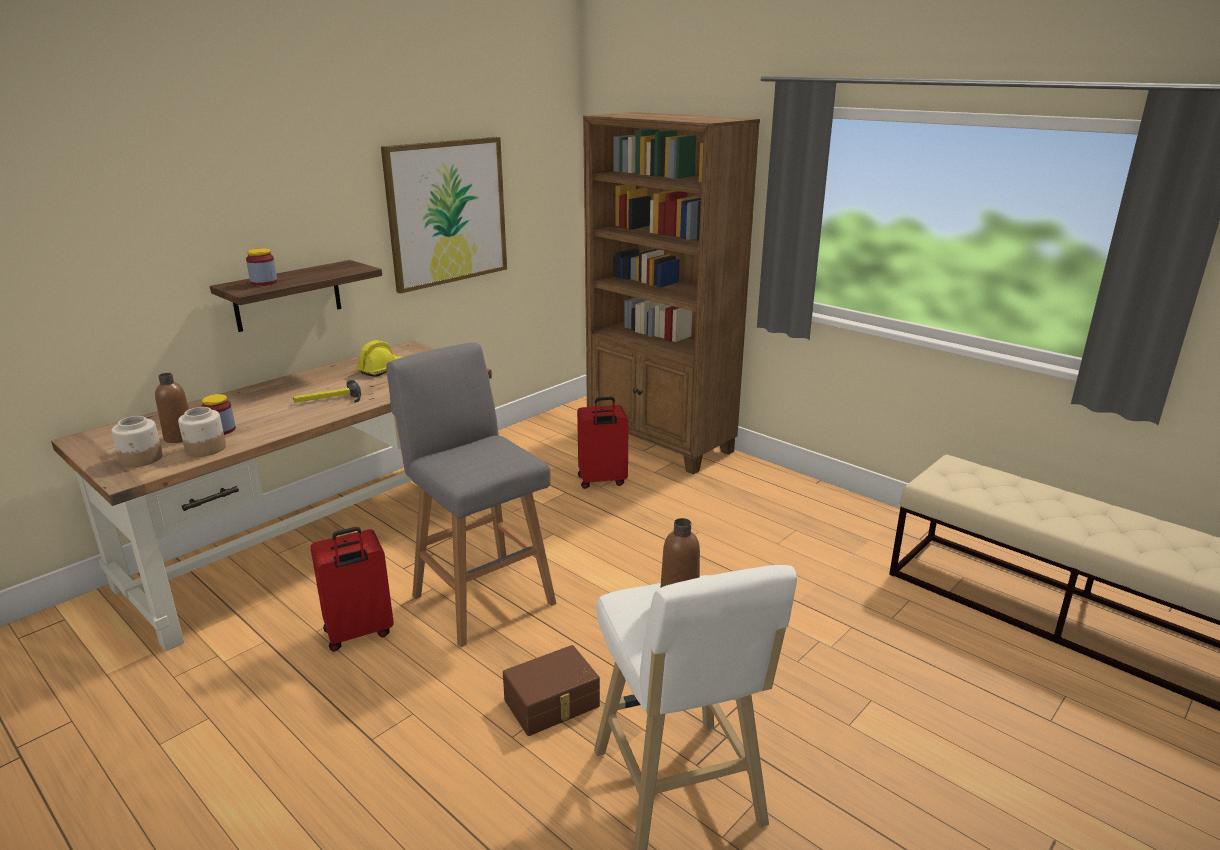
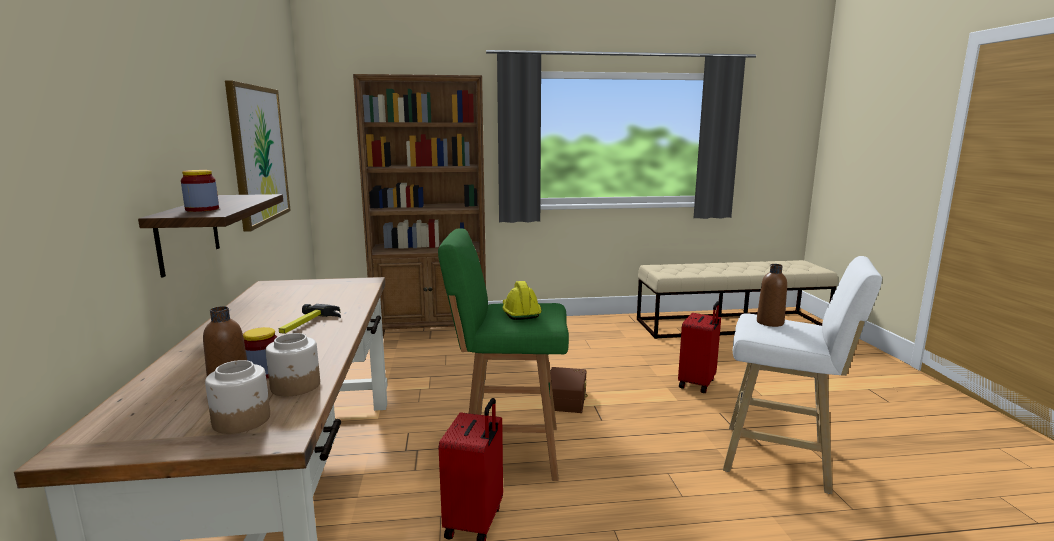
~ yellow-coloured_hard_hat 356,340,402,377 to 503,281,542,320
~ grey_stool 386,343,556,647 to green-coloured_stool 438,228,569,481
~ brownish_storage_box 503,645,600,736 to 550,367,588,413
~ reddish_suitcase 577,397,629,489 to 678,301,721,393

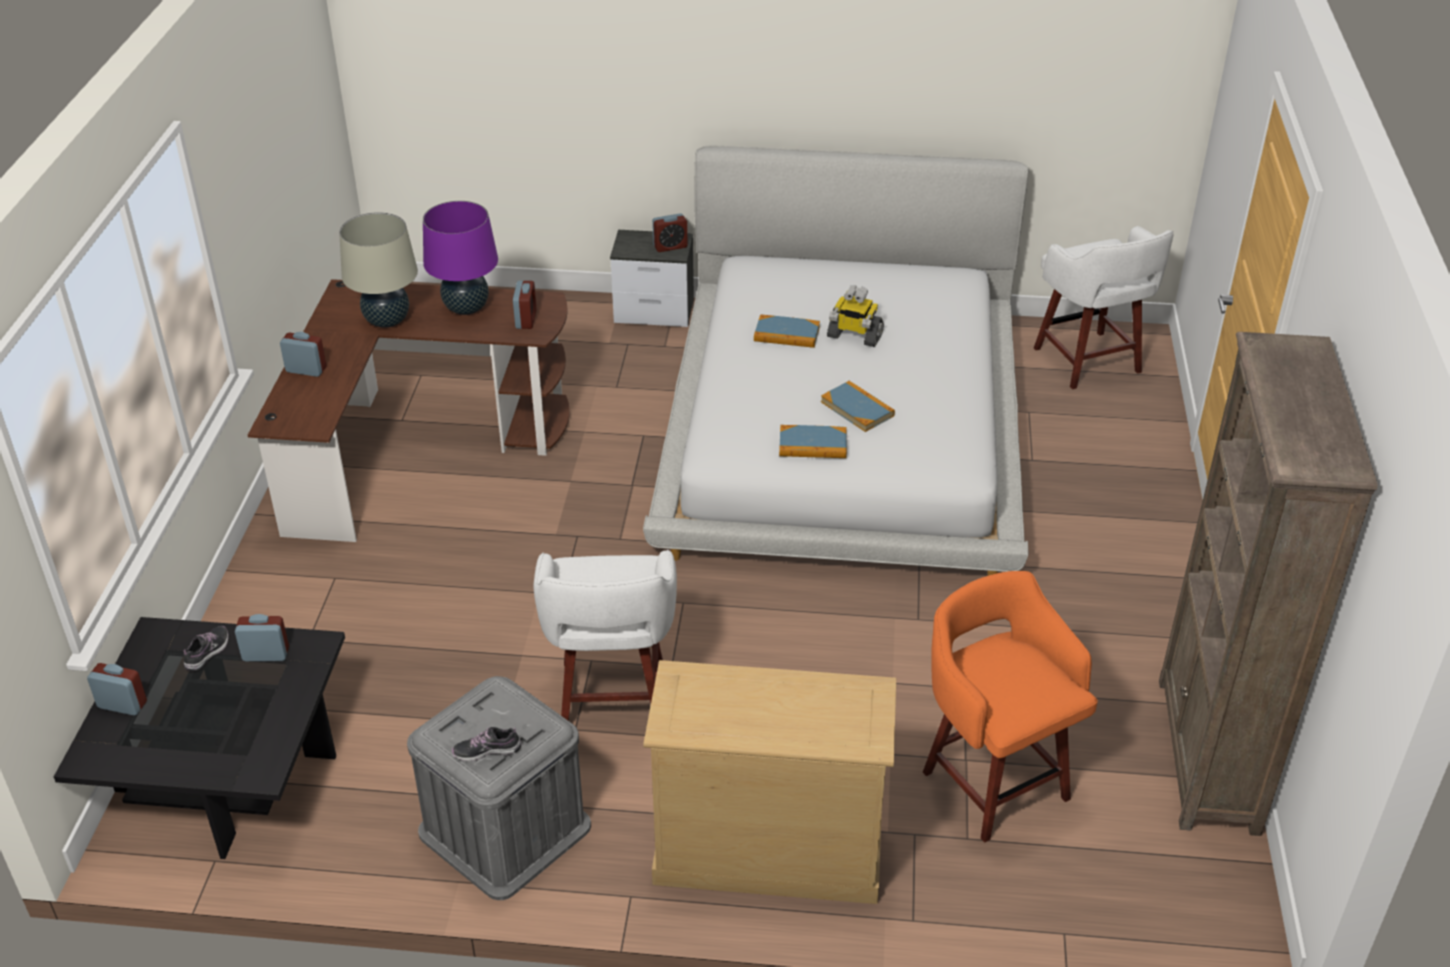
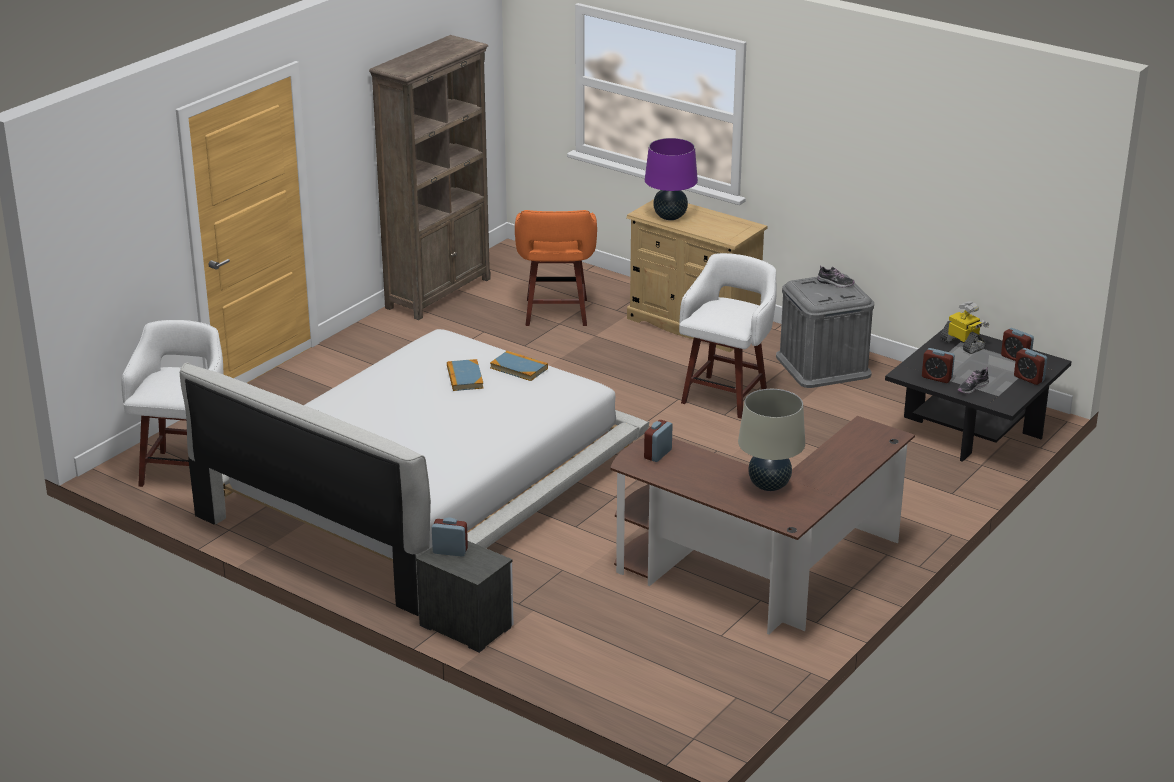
~ bedside_clock 280,332,326,377 to 1001,328,1034,361
~ purplish_lamp_for_a_table 423,201,498,315 to 645,138,698,220
- book 754,314,820,348
~ toy_robot 827,285,884,347 to 940,301,989,354

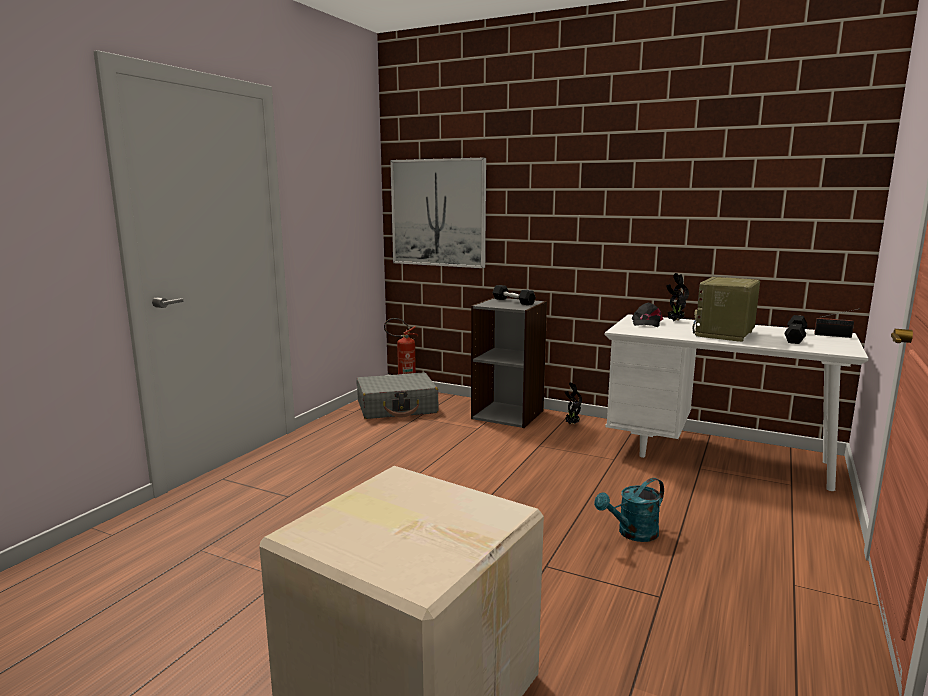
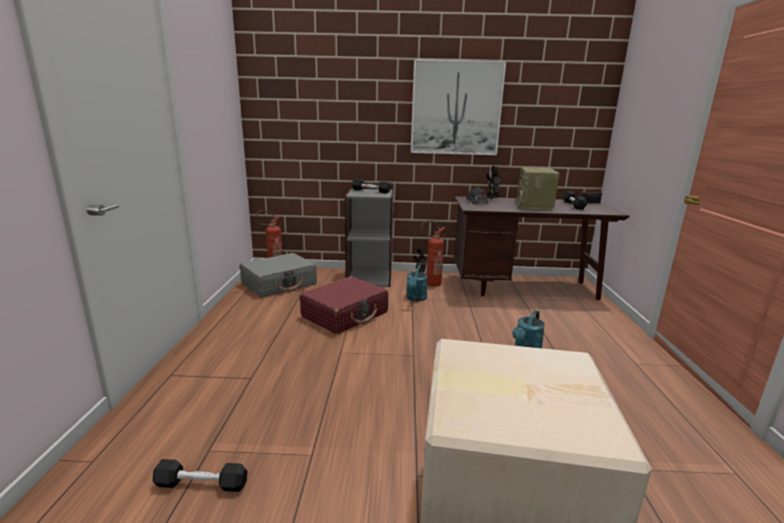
~ wall_picture 390,158,486,268 to 411,59,506,155
~ white_desk 604,314,868,491 to brownish_desk 454,196,629,300
+ black_hand_weight 153,459,248,492
+ reddish_suitcase 300,276,388,334
+ blue-green_watering_can 406,266,428,301
+ fire_extinguisher 420,221,446,287

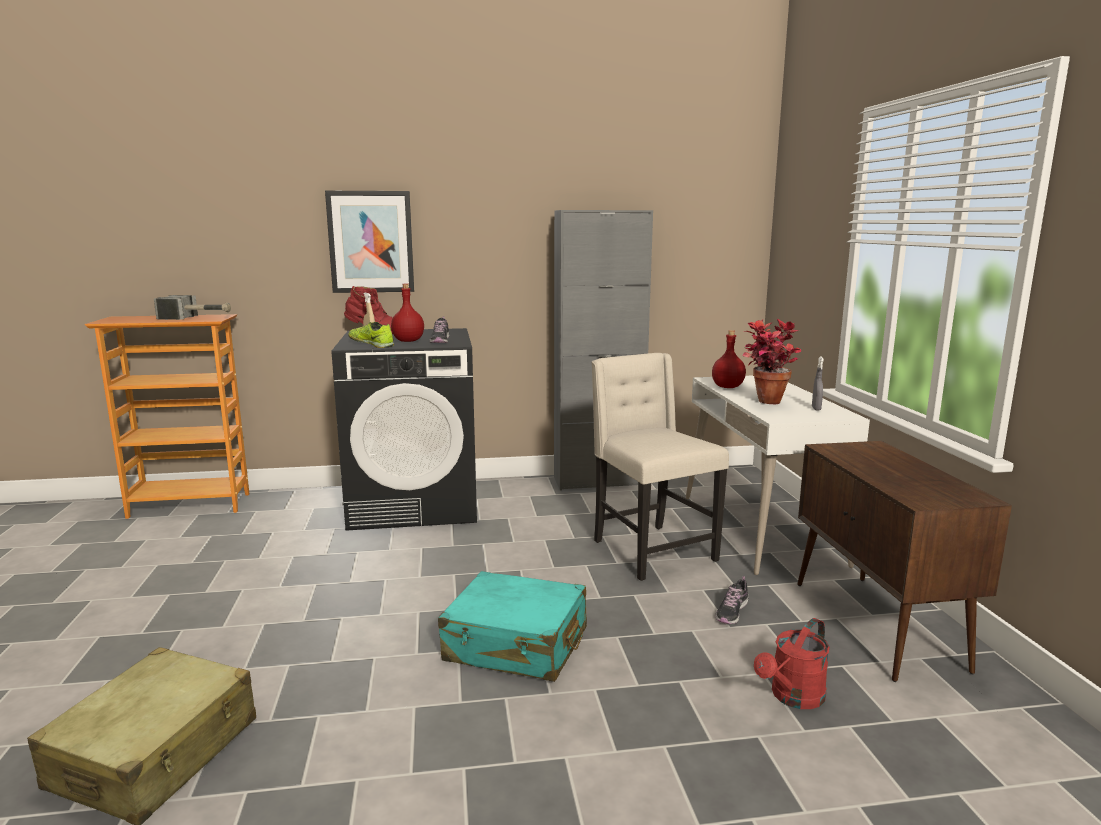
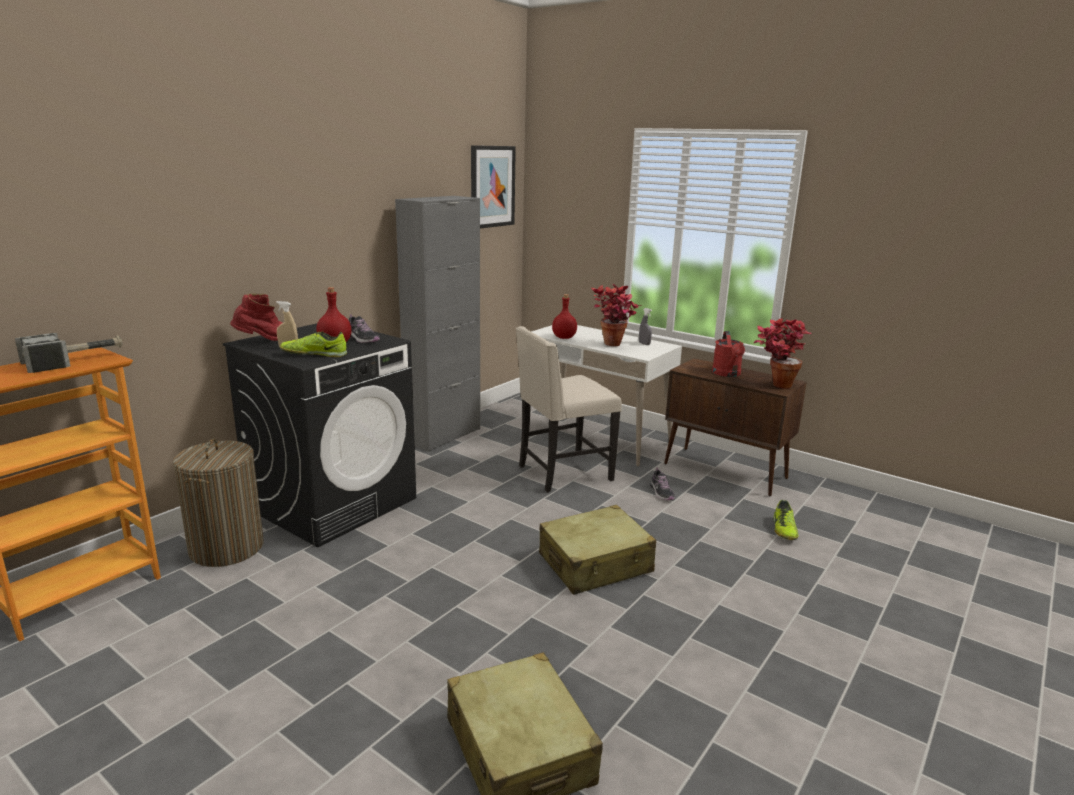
~ wall_picture 325,191,414,293 to 471,145,516,228
~ blue-green_suitcase 438,571,587,682 to sand-coloured_suitcase 539,505,656,595
~ sand-coloured_upright_chair 591,353,729,581 = 516,326,622,492 45 degrees counterclockwise
~ reddish_watering_can 754,618,830,709 to 712,331,745,377
+ washing_basket 173,438,264,567
+ potted_plant 754,318,812,389
+ item_of_footwear 773,500,798,540

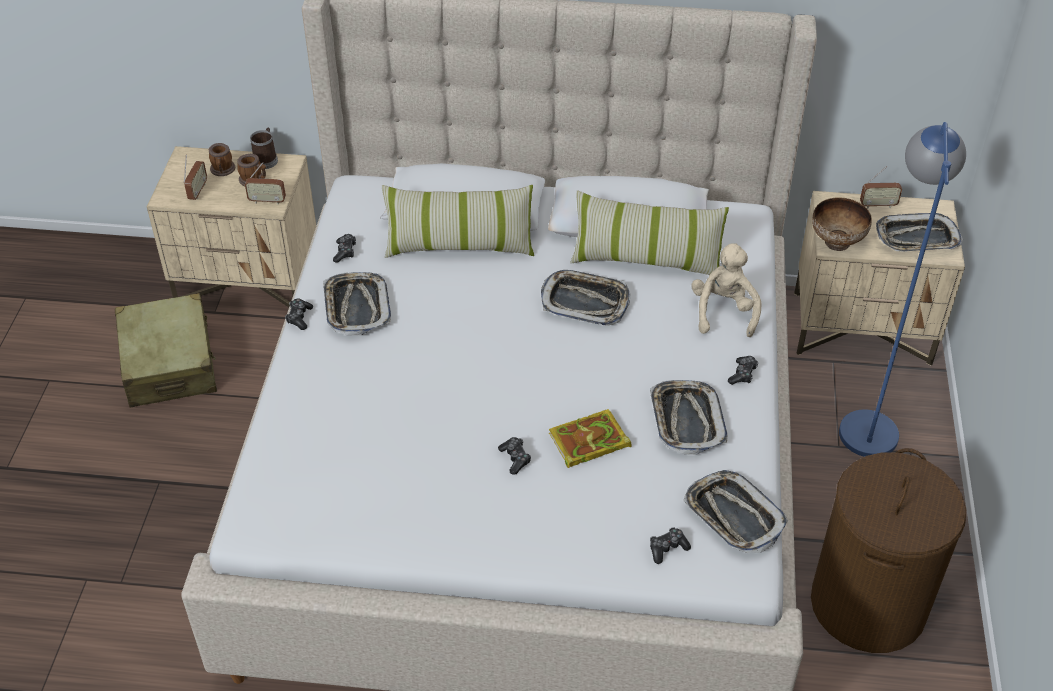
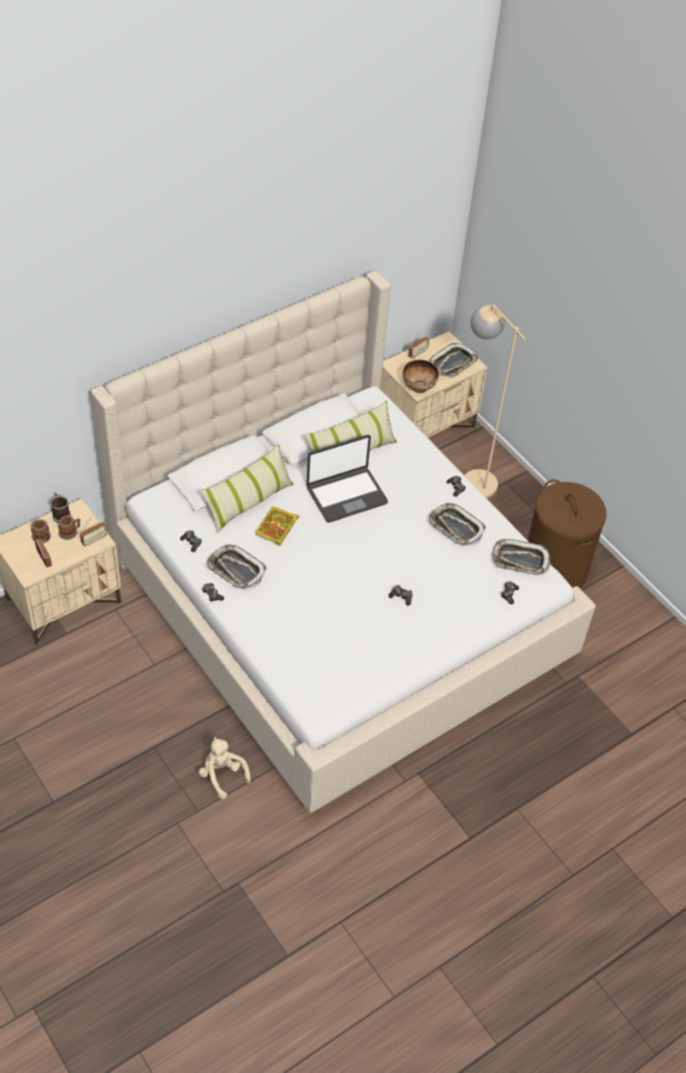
- sand-coloured_suitcase 115,293,217,407
~ tray 541,270,630,326 to laptop 306,435,388,522
~ book 549,409,632,468 to 255,506,299,546
~ sand-coloured_soft_toy 691,243,761,337 to 198,737,251,799
~ blue-coloured_floor_lamp 839,122,966,457 to sand-coloured_floor_lamp 464,304,526,498

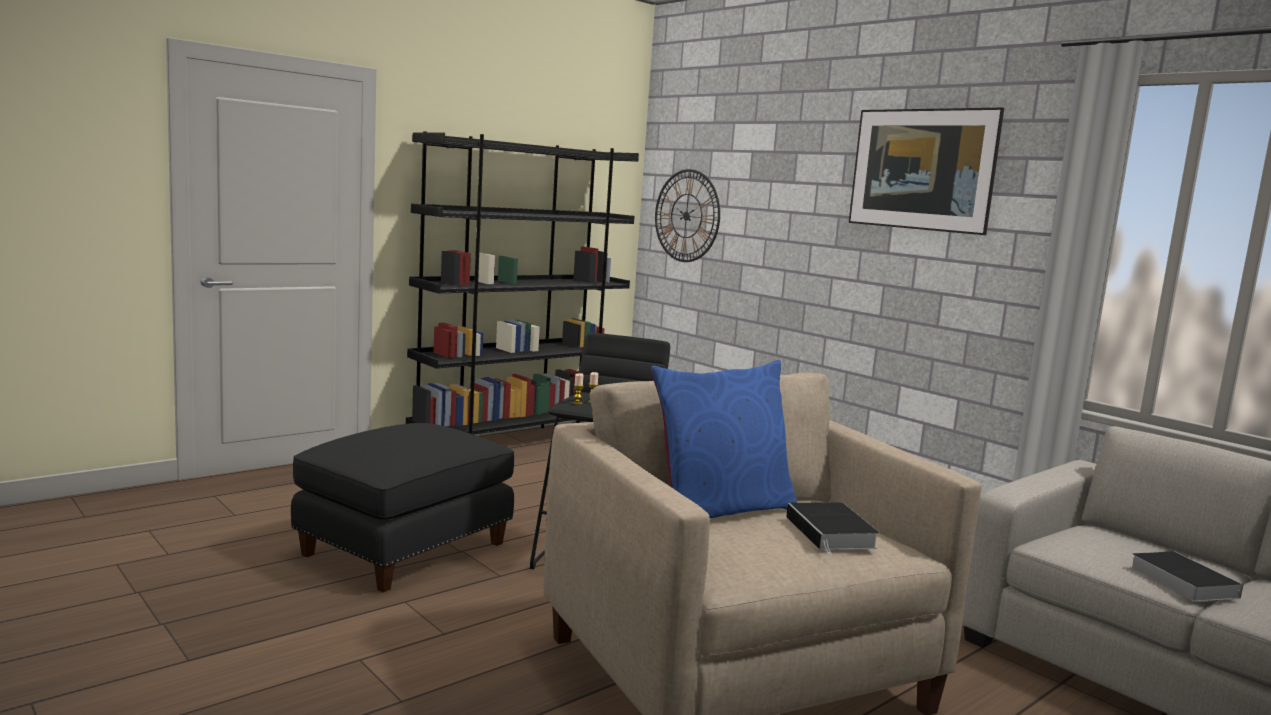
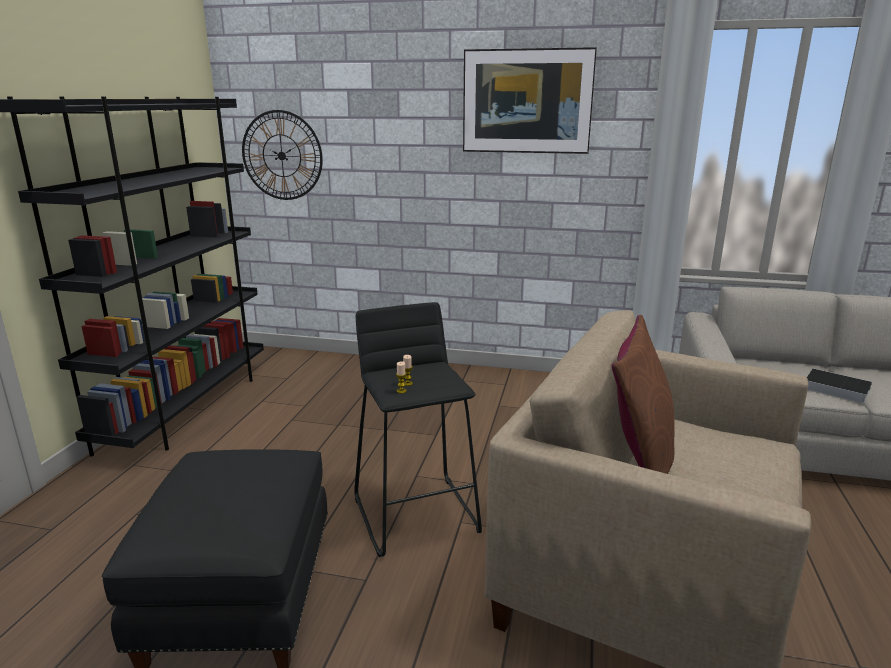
~ blue-coloured_cushion 650,360,797,518 to brownish_cushion 612,315,675,474
- book 786,502,879,557

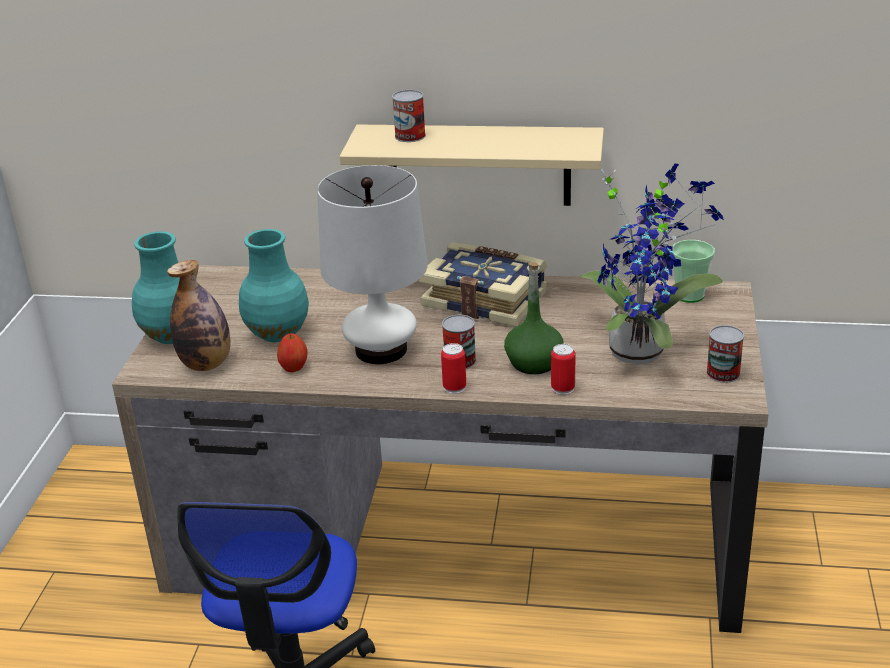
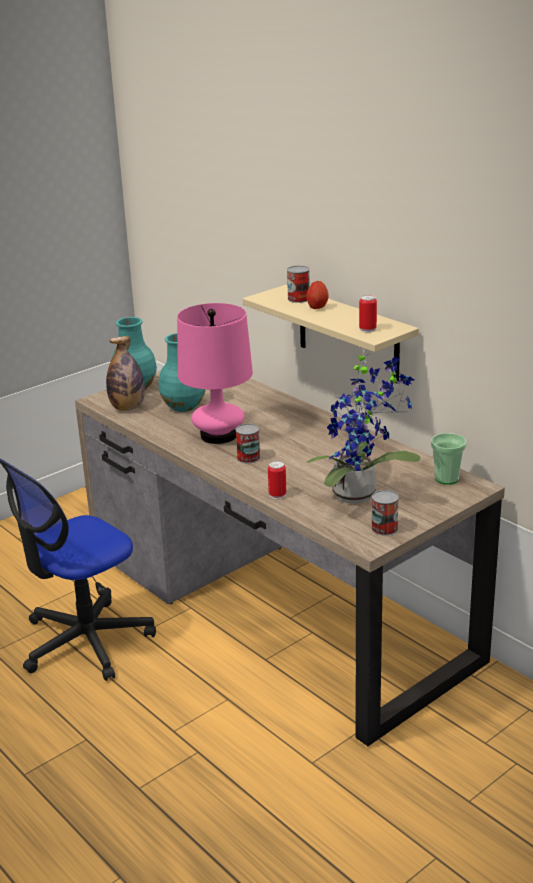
~ whole_apple 277,333,308,372 to 307,280,329,309
~ white_lamp_for_a_table 317,165,428,364 to pinkish_lamp_for_a_table 177,303,253,444
- book 419,242,547,327
~ metal_can 441,343,466,394 to 359,295,377,333
- green-coloured_bottle 504,262,564,374

